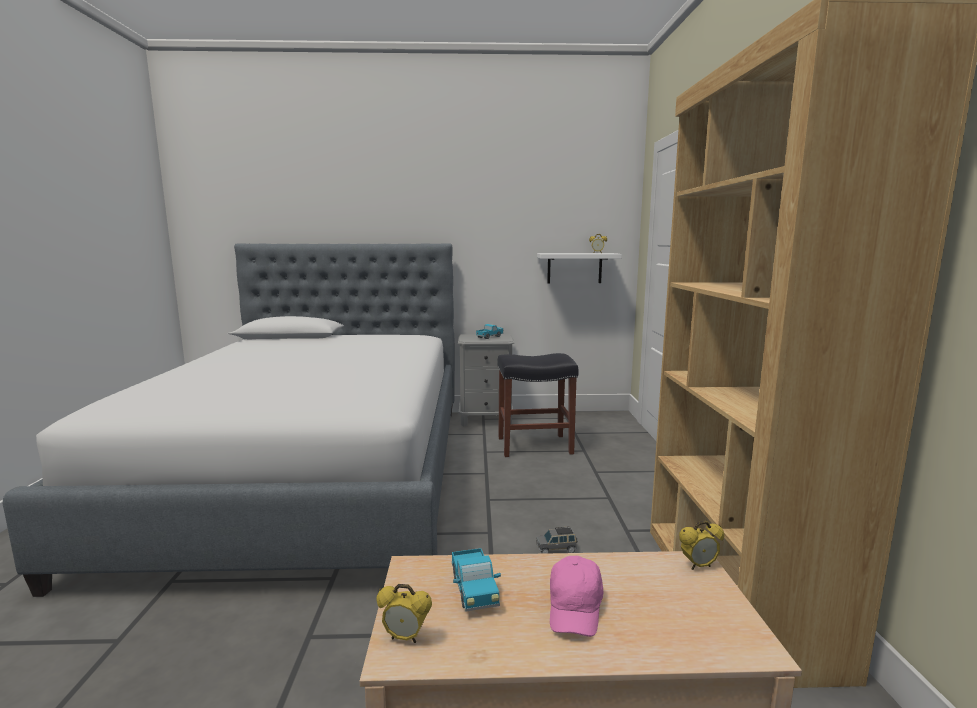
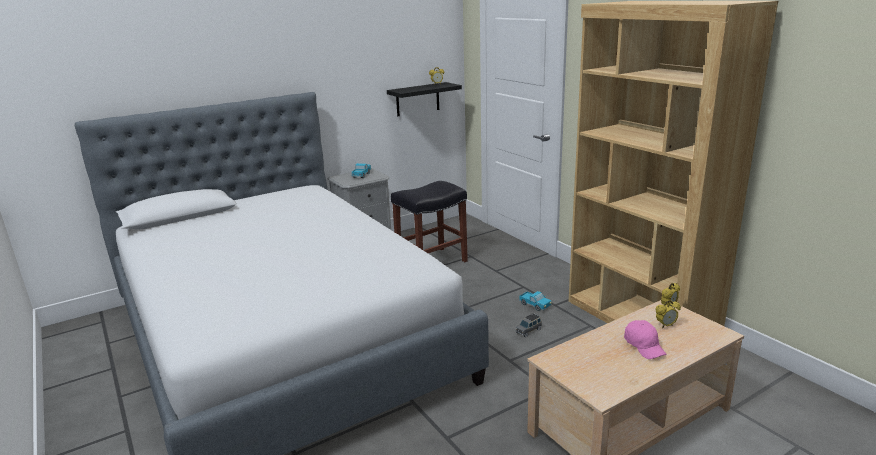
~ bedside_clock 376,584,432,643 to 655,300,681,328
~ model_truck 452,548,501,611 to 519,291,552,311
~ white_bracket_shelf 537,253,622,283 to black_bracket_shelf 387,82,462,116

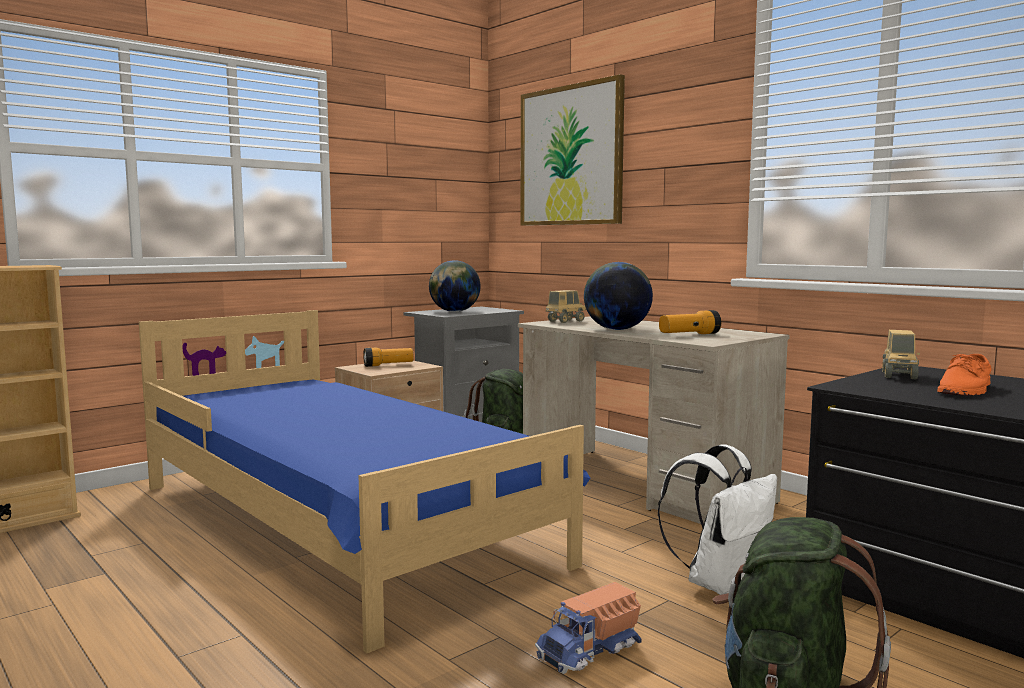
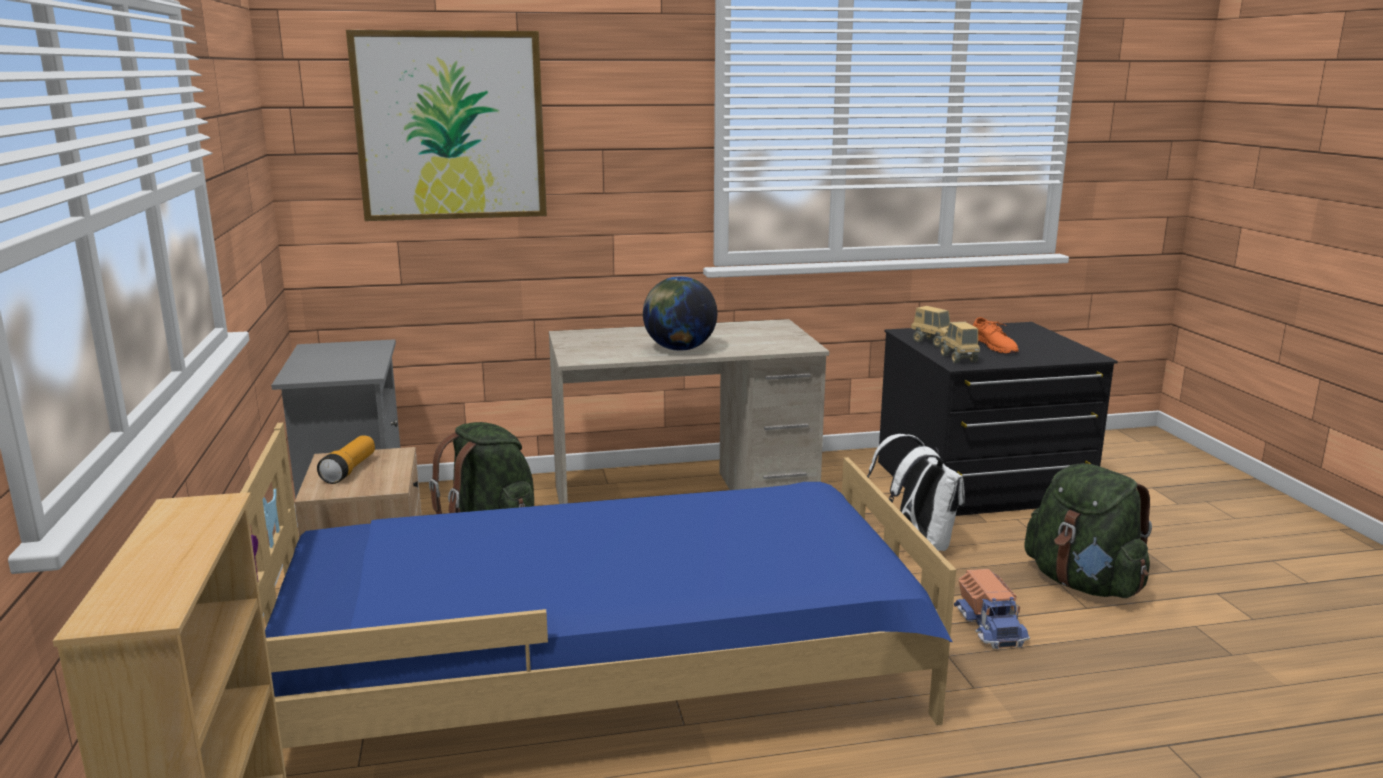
- desk_globe 429,260,481,312
~ model_truck 546,290,586,323 to 940,322,980,363
- flashlight 659,310,721,334

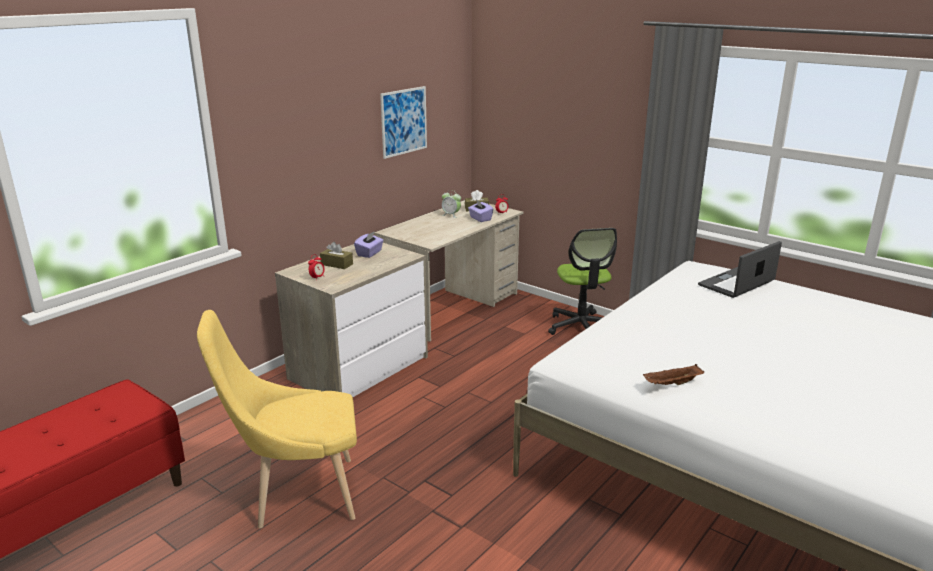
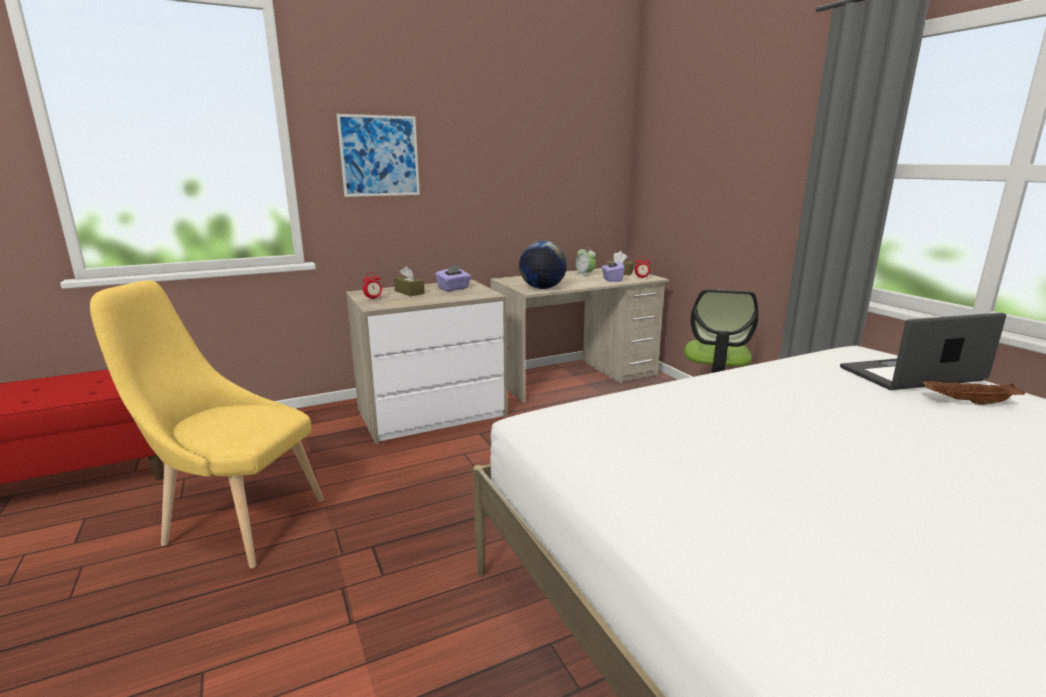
~ wall_picture 380,86,427,159 to 336,114,420,197
~ brownish_tray 643,364,704,385 to 922,381,1025,405
+ desk_globe 519,241,567,289

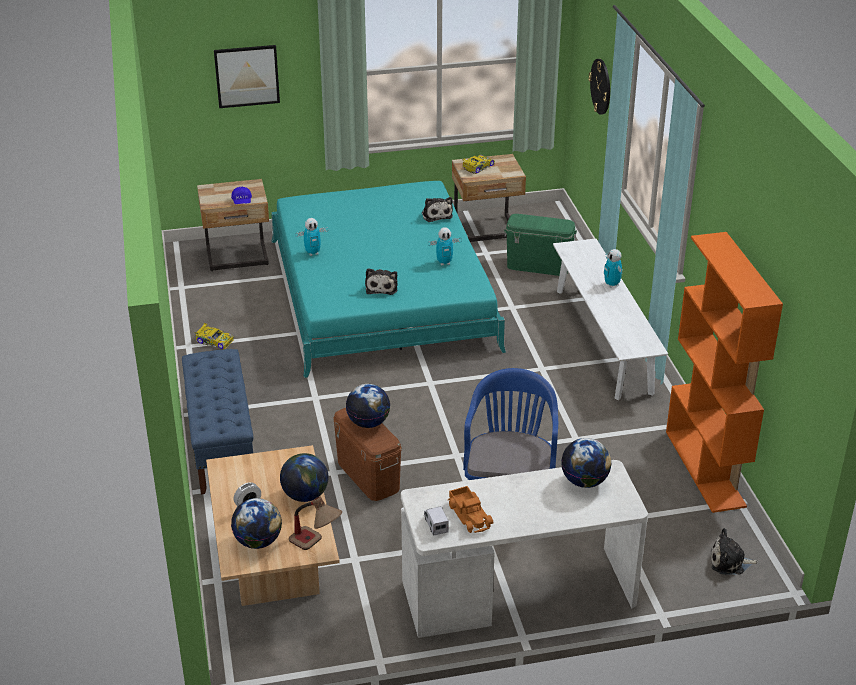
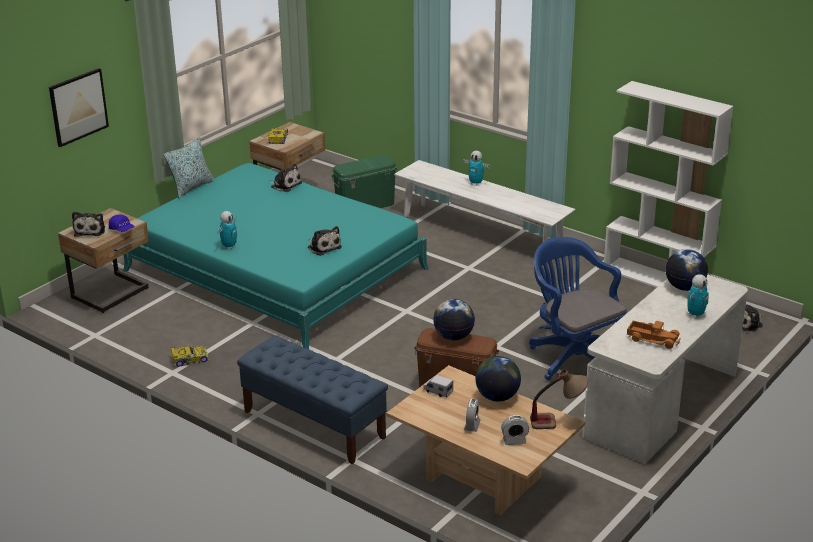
~ desk_globe 231,498,282,549 to bedside_clock 501,415,529,445
~ model_truck 424,506,448,536 to 423,375,453,398
~ toy_robot 428,227,462,266 to 687,274,709,318
- clock_on_the_wall 588,59,610,115
~ orange-coloured_bookcase 666,232,783,513 to white_bookcase 604,81,733,288
+ soft_toy 72,212,105,237
+ cushion 164,137,215,198

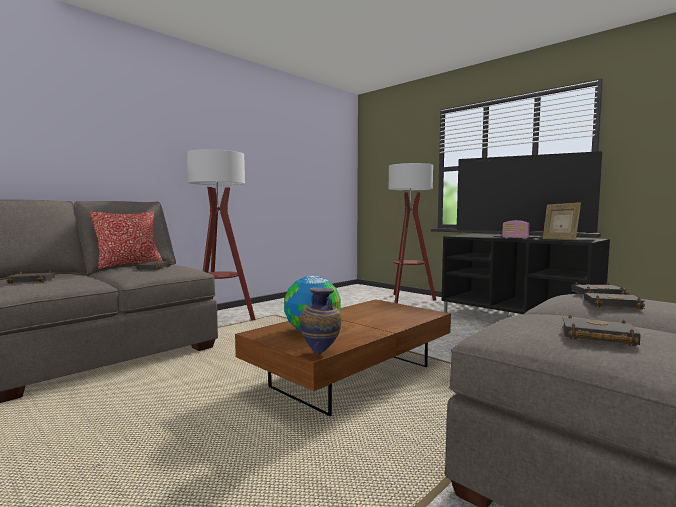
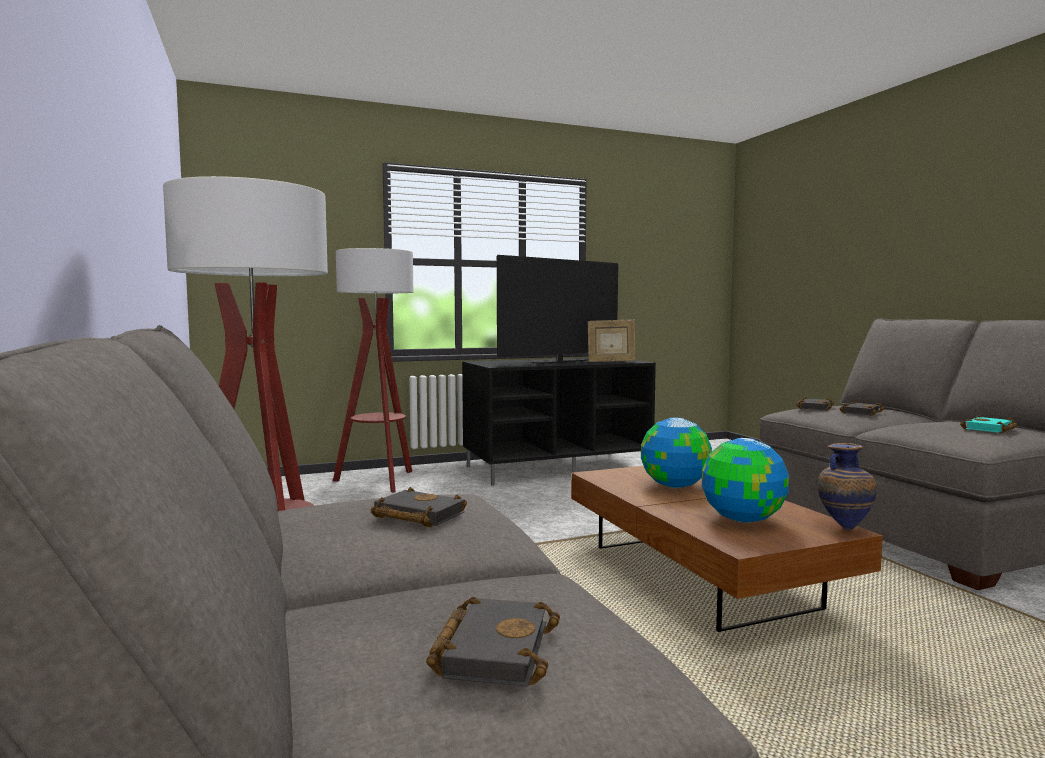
- cushion 90,211,162,269
- radio_receiver 502,220,529,239
~ black_book 562,315,641,346 to blue-green_book 960,415,1018,433
+ desk_globe 641,418,712,488

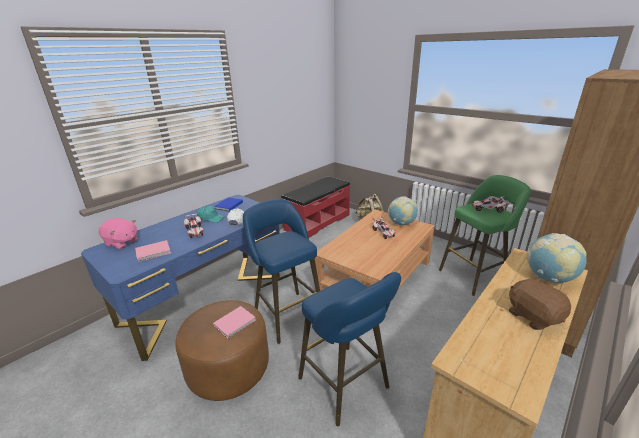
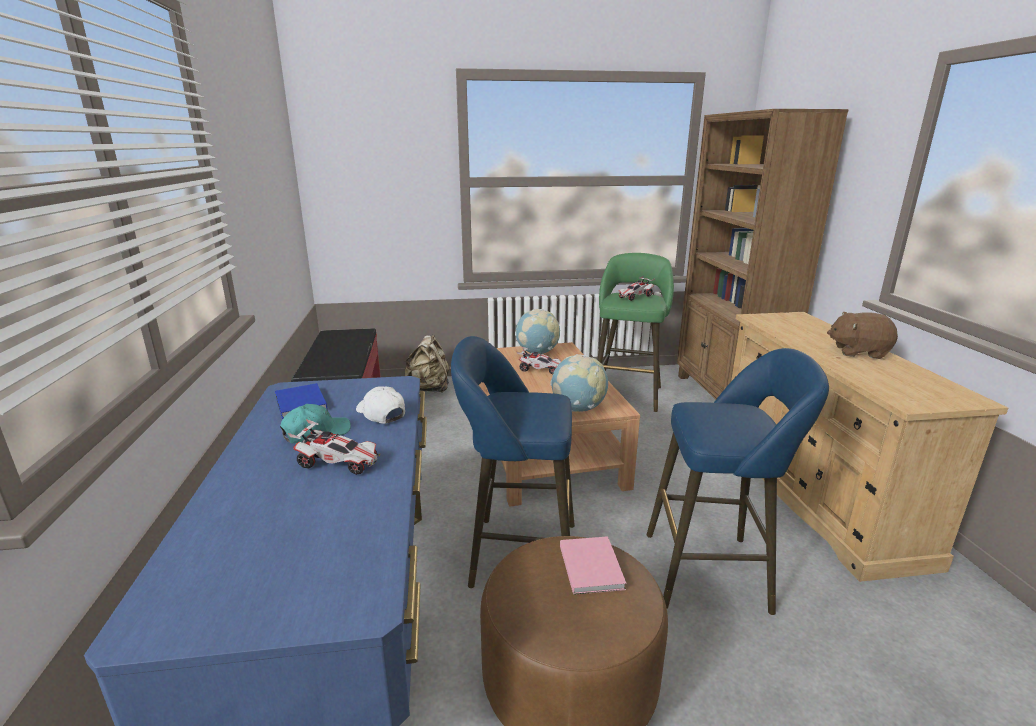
- pinkish_soft_toy 99,218,138,249
- pinkish_book 135,240,171,262
~ desk_globe 526,233,587,283 to 550,354,608,412

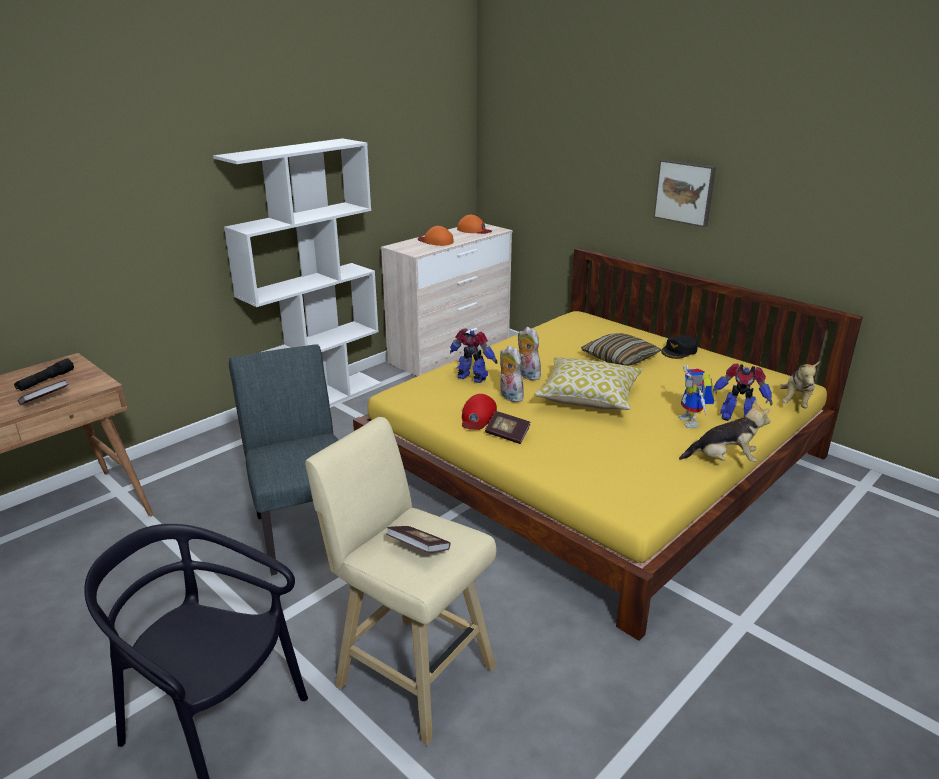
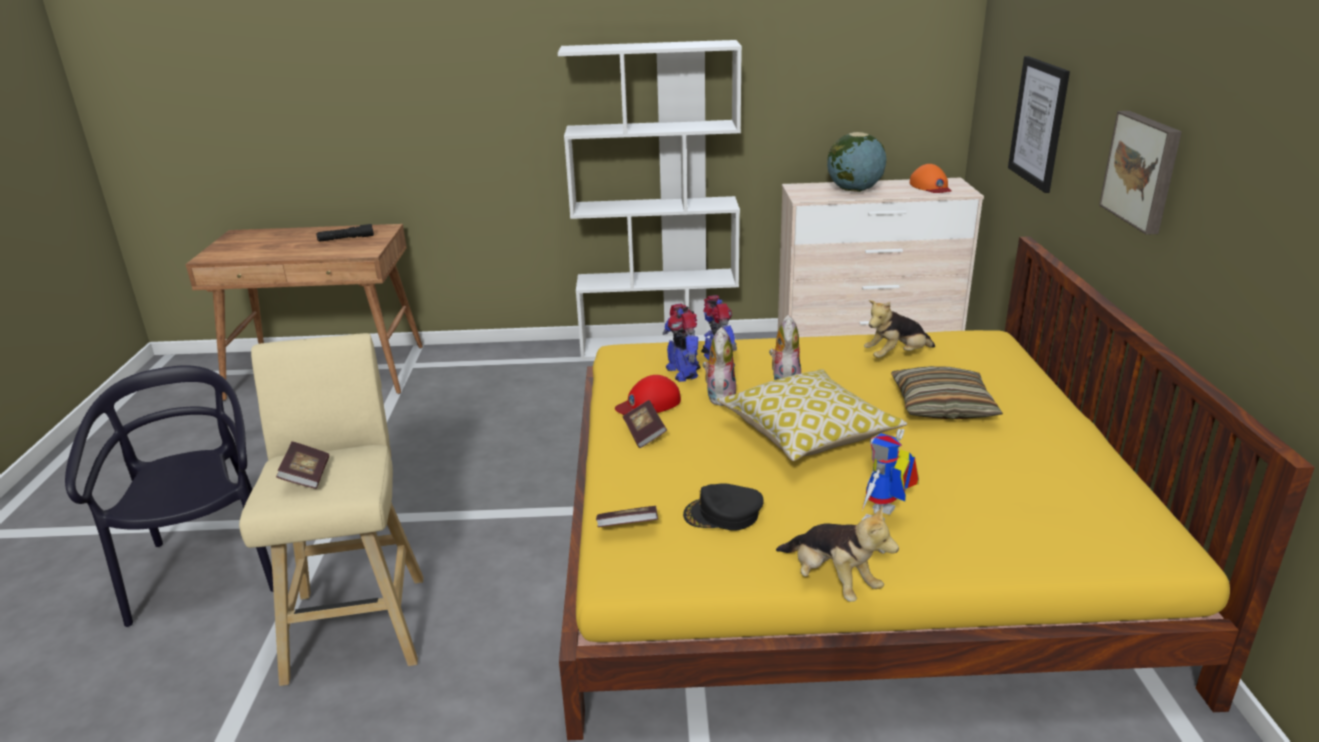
~ book 18,380,69,405 to 596,506,658,527
- grey_upright_chair 229,344,338,576
~ orange-coloured_cap 418,226,454,246 to desk_globe 827,132,886,192
~ black_cap 661,335,698,359 to 683,483,764,531
~ toy_robot 713,364,772,421 to 663,303,701,382
~ soft_toy 780,361,820,408 to 864,300,935,358
+ wall_picture 1008,56,1070,193

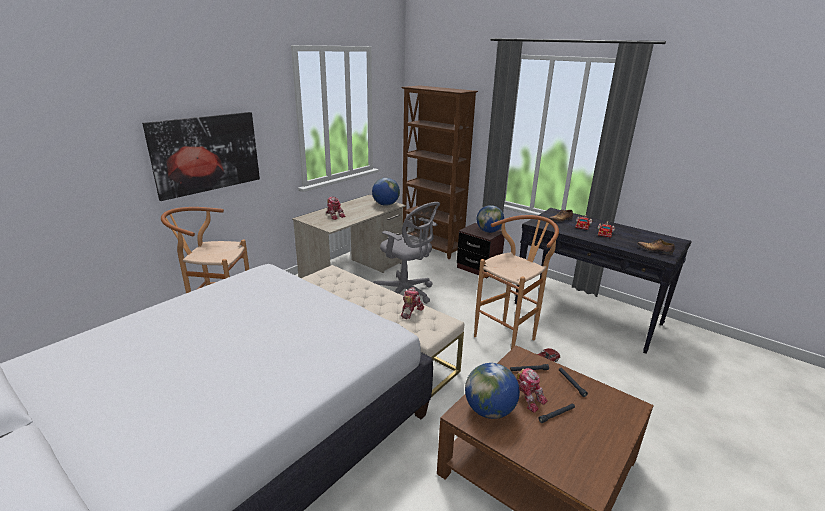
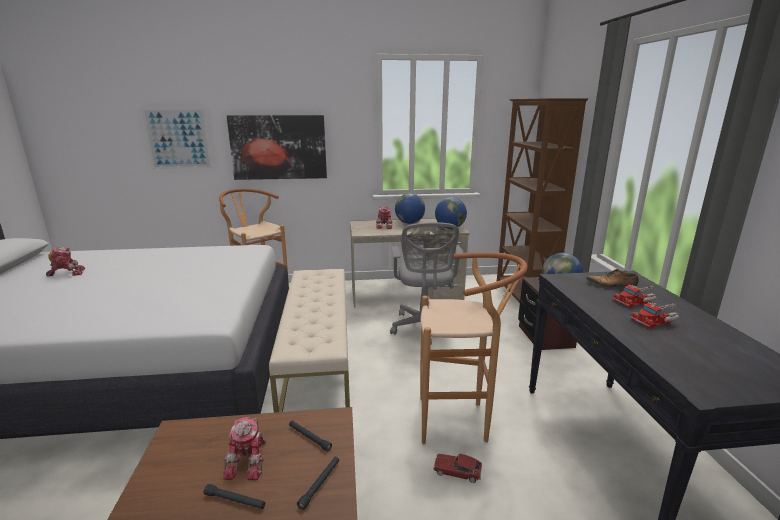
~ toy_robot 401,287,424,319 to 46,246,85,276
~ desk_globe 465,363,520,419 to 395,193,425,224
- item_of_footwear 637,239,675,255
+ wall_picture 142,108,212,169

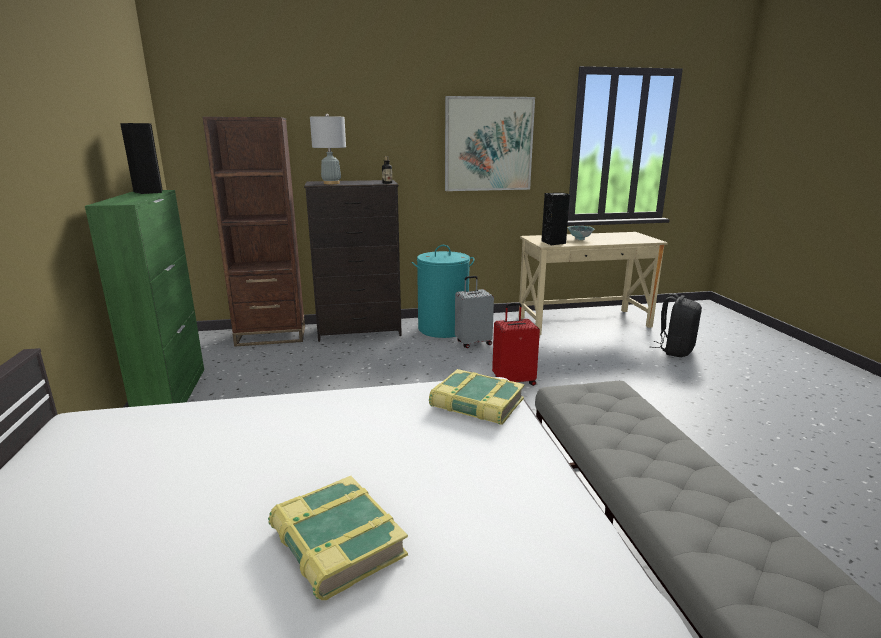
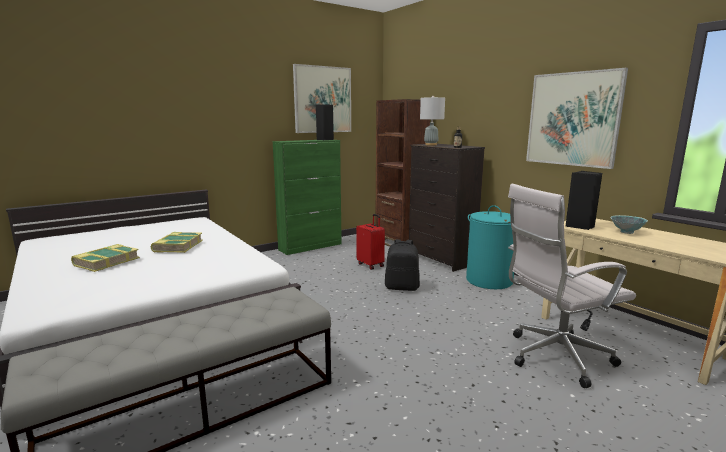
~ book 429,369,525,425 to 150,232,203,253
- grey_suitcase 455,276,494,348
~ reddish_suitcase 492,303,540,386 to 356,214,385,270
~ black_knapsack 650,293,702,357 to 385,239,420,291
+ wall_picture 293,64,351,133
+ white_office_chair 508,184,636,388

